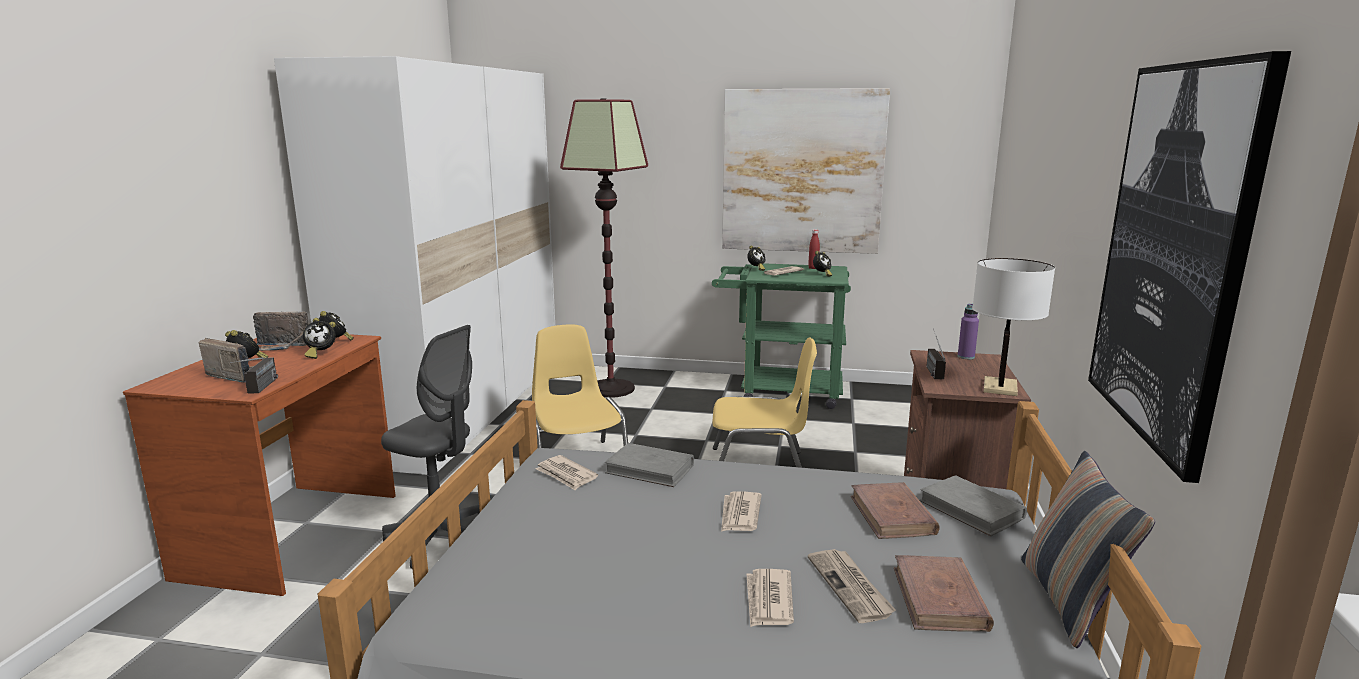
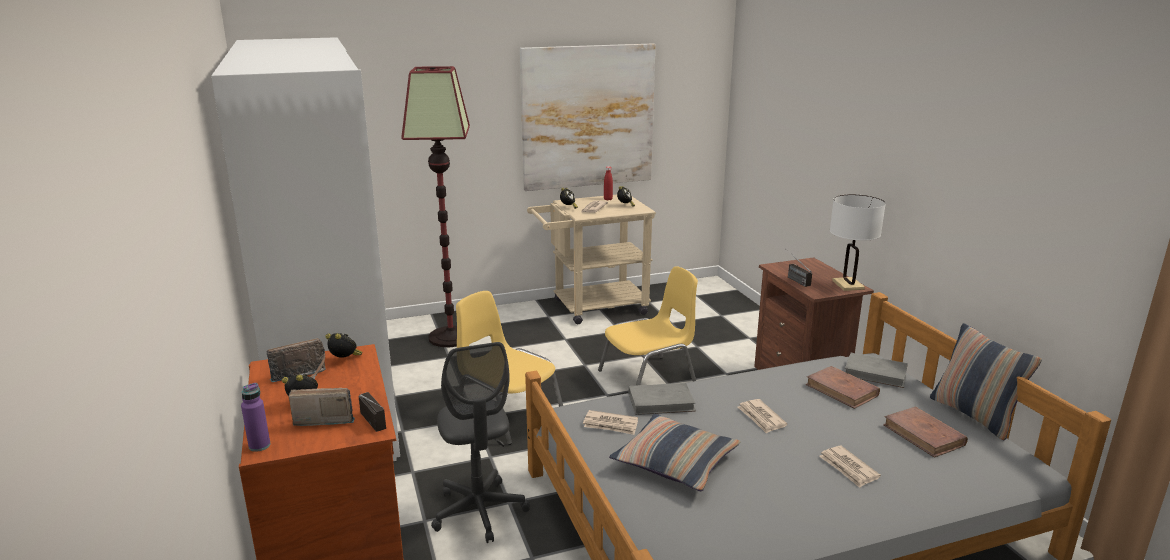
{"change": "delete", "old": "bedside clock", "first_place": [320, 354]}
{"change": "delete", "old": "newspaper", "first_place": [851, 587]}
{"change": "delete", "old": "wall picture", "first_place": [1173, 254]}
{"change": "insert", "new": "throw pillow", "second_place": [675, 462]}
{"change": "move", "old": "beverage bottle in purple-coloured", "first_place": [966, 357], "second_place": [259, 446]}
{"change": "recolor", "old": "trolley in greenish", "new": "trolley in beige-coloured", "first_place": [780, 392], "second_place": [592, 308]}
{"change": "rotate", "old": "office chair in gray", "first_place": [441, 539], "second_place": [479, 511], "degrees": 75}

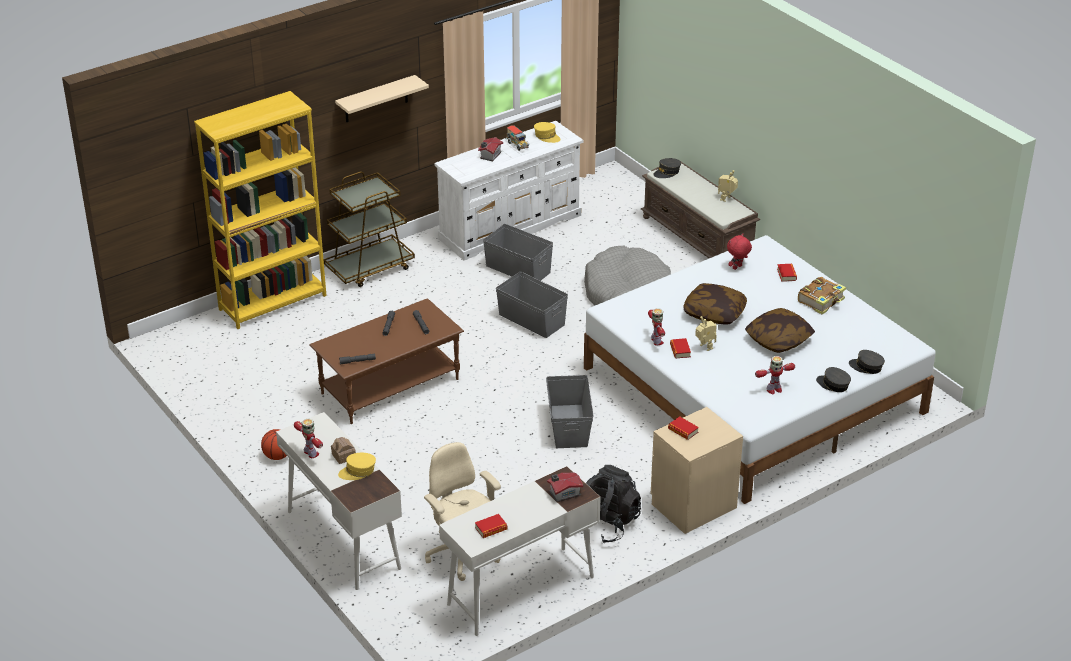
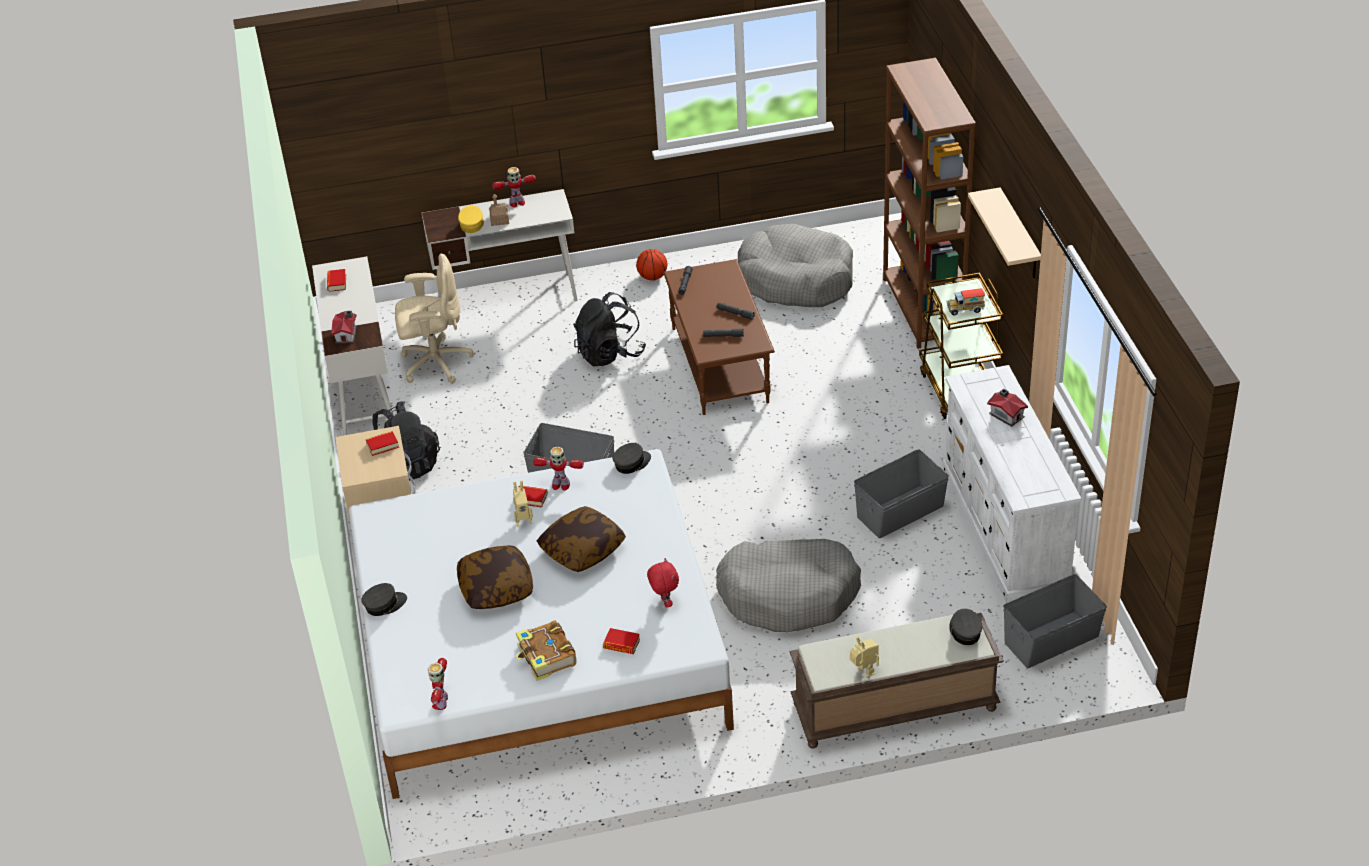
{"change": "delete", "old": "baseball cap in yellow", "first_place": [547, 136]}
{"change": "insert", "new": "knapsack in black-coloured", "second_place": [610, 353]}
{"change": "insert", "new": "pet bed in gray", "second_place": [795, 280]}
{"change": "move", "old": "storage box in gray", "first_place": [531, 320], "second_place": [1050, 639]}
{"change": "move", "old": "toy lorry", "first_place": [517, 145], "second_place": [965, 310]}
{"change": "move", "old": "toy robot", "first_place": [773, 390], "second_place": [441, 702]}
{"change": "move", "old": "baseball cap in gray", "first_place": [866, 367], "second_place": [632, 463]}
{"change": "recolor", "old": "shelving unit in yellow", "new": "shelving unit in brownish", "first_place": [273, 302], "second_place": [923, 309]}

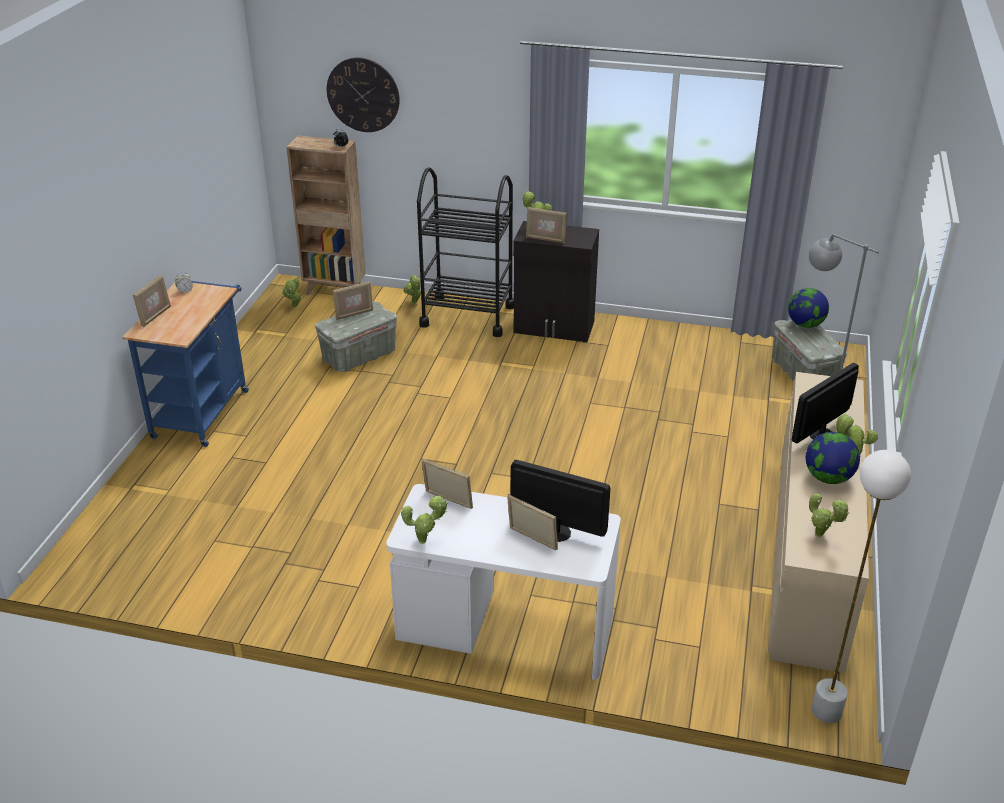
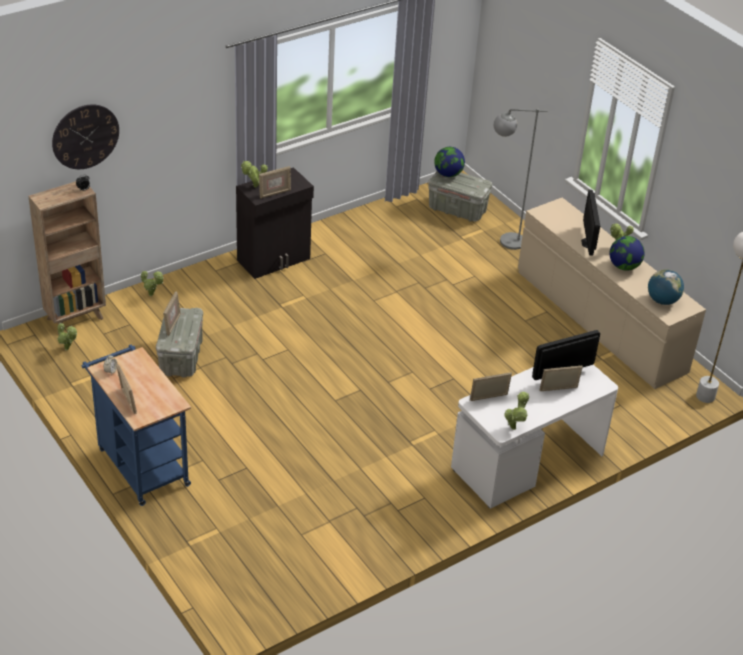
{"change": "delete", "old": "trolley in black-coloured", "first_place": [467, 316]}
{"change": "replace", "old": "potted plant", "new": "world globe", "first_place": [821, 536], "second_place": [662, 300]}

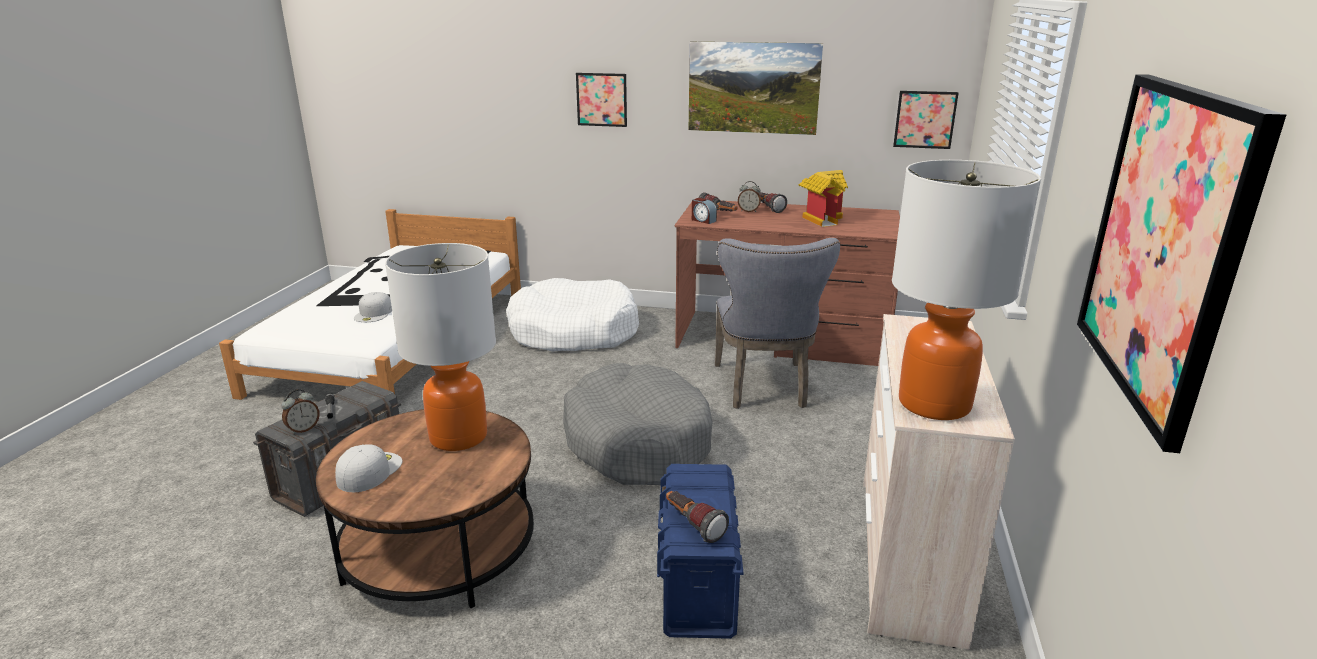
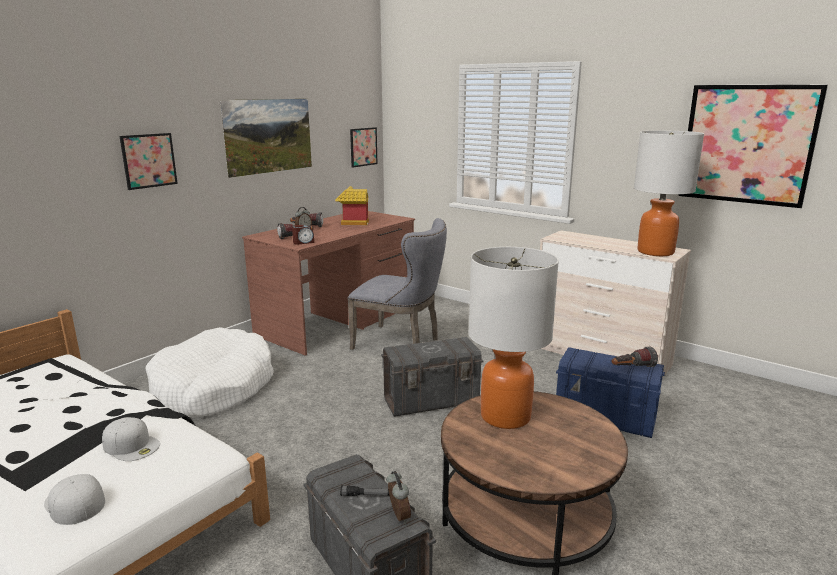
{"change": "move", "old": "baseball cap in white", "first_place": [369, 471], "second_place": [74, 503]}
{"change": "replace", "old": "pet bed in gray", "new": "storage box in gray", "first_place": [637, 441], "second_place": [431, 401]}

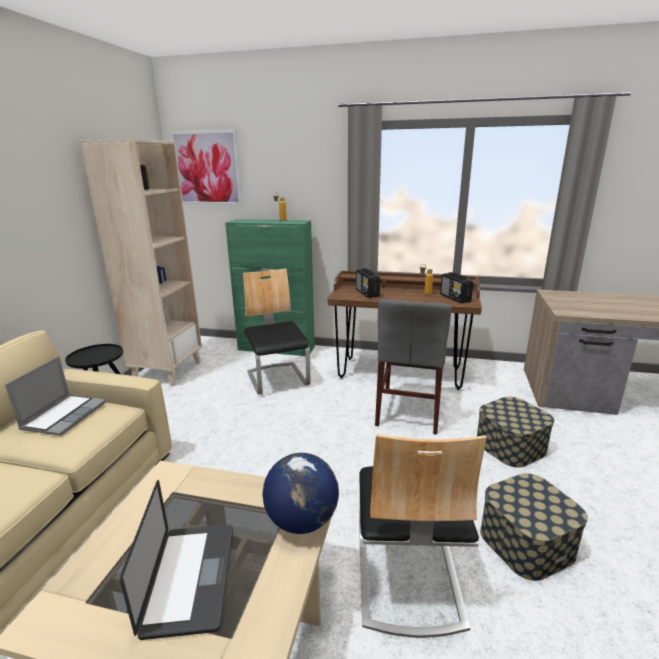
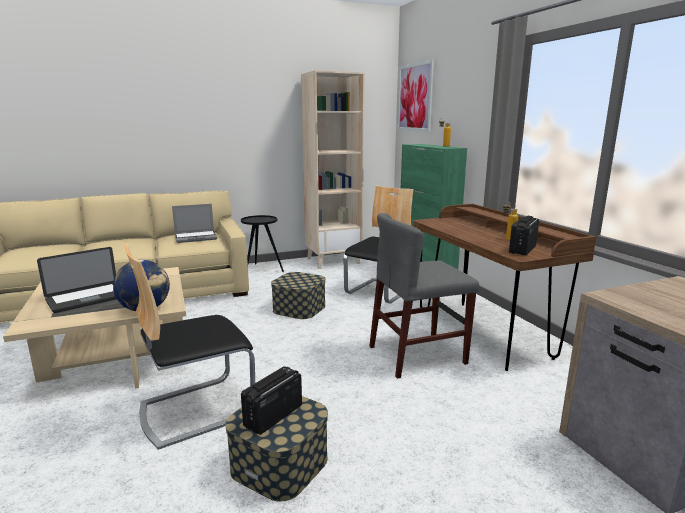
{"change": "move", "old": "radio receiver", "first_place": [367, 293], "second_place": [273, 416]}
{"change": "move", "old": "storage box", "first_place": [510, 445], "second_place": [299, 308]}

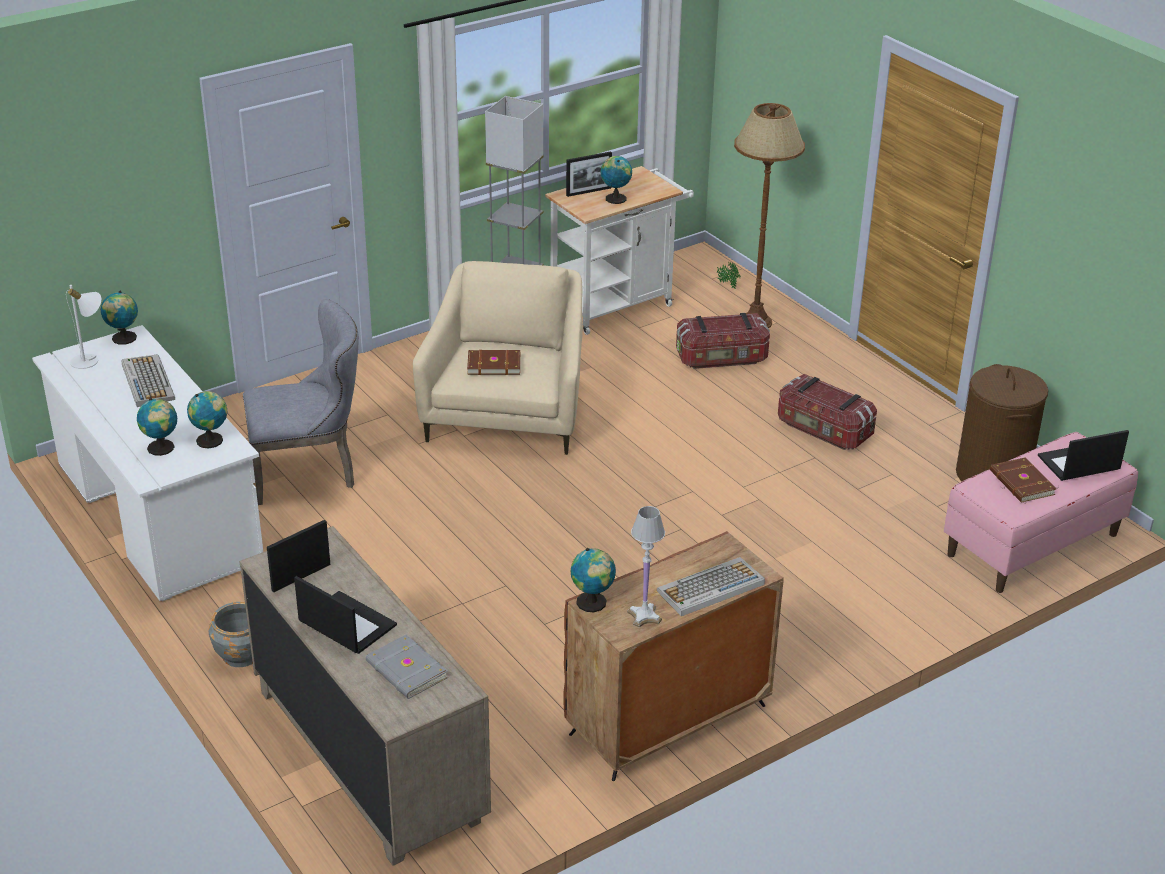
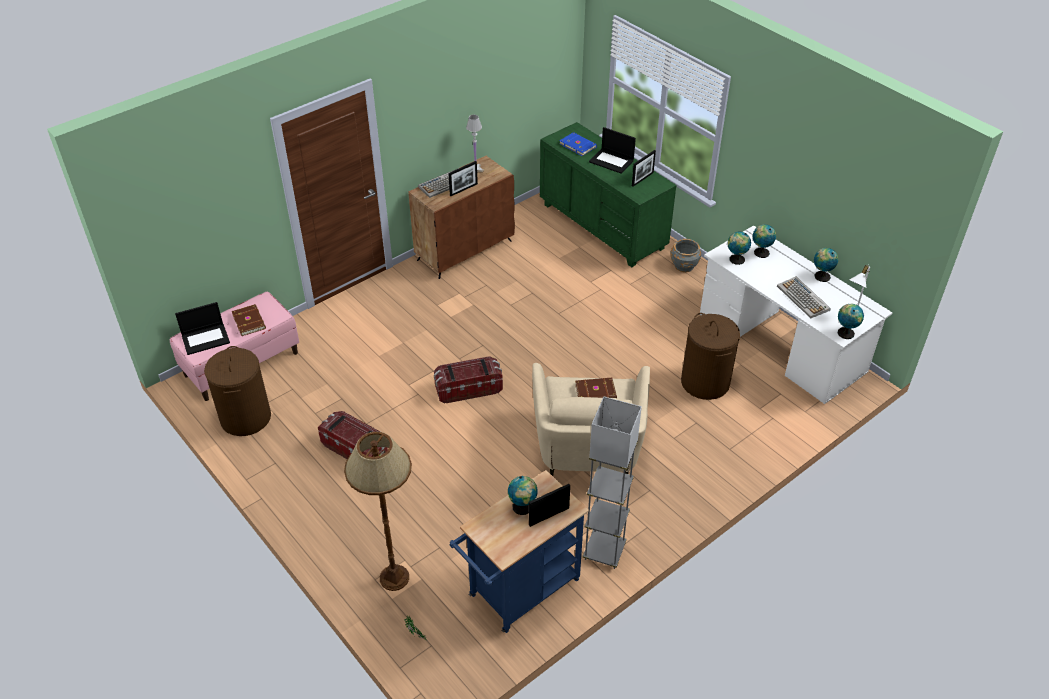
{"change": "insert", "new": "standing frame", "second_place": [463, 189]}
{"change": "move", "old": "world globe", "first_place": [593, 603], "second_place": [821, 276]}
{"change": "move", "old": "storage box", "first_place": [722, 358], "second_place": [468, 389]}
{"change": "replace", "old": "chair in gray", "new": "washing basket in brownish", "first_place": [310, 471], "second_place": [705, 382]}
{"change": "recolor", "old": "chest of drawers in beige-coloured", "new": "chest of drawers in greenish", "first_place": [368, 754], "second_place": [602, 226]}
{"change": "recolor", "old": "volume in gray", "new": "volume in blue-coloured", "first_place": [406, 671], "second_place": [578, 145]}
{"change": "recolor", "old": "trolley in white", "new": "trolley in blue-coloured", "first_place": [617, 304], "second_place": [519, 592]}

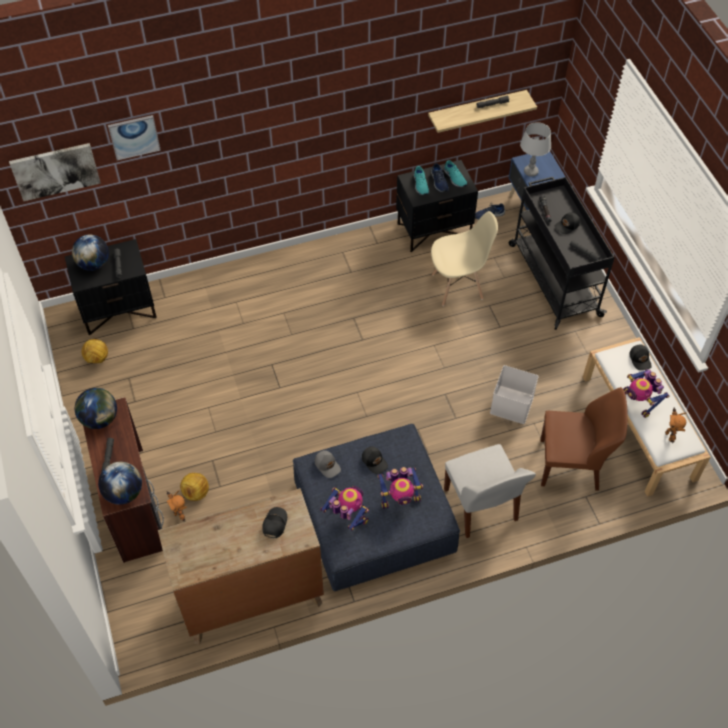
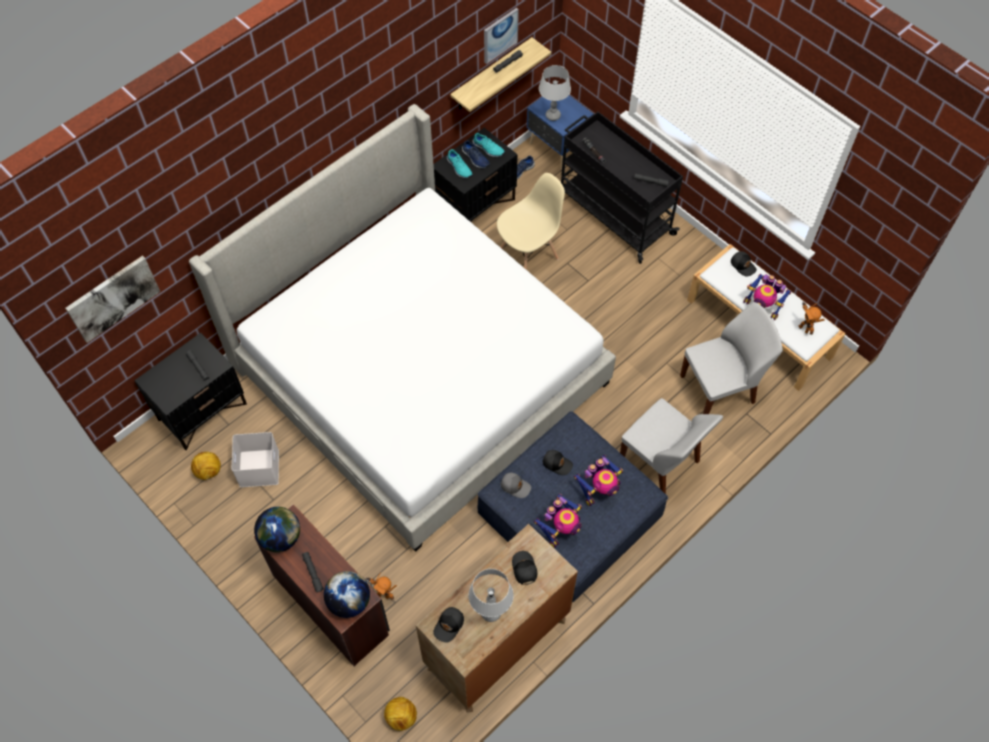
{"change": "delete", "old": "world globe", "first_place": [94, 264]}
{"change": "insert", "new": "sleeping bed", "second_place": [419, 373]}
{"change": "insert", "new": "lamp for a table in gray", "second_place": [491, 612]}
{"change": "move", "old": "wall picture", "first_place": [134, 137], "second_place": [500, 35]}
{"change": "move", "old": "football ball", "first_place": [196, 493], "second_place": [401, 717]}
{"change": "move", "old": "storage box in white", "first_place": [512, 405], "second_place": [260, 468]}
{"change": "move", "old": "baseball cap in black-coloured", "first_place": [567, 226], "second_place": [449, 625]}
{"change": "recolor", "old": "chair in brownish", "new": "chair in white", "first_place": [571, 465], "second_place": [719, 388]}
{"change": "rotate", "old": "toy robot", "first_place": [347, 517], "second_place": [560, 528], "degrees": 120}

